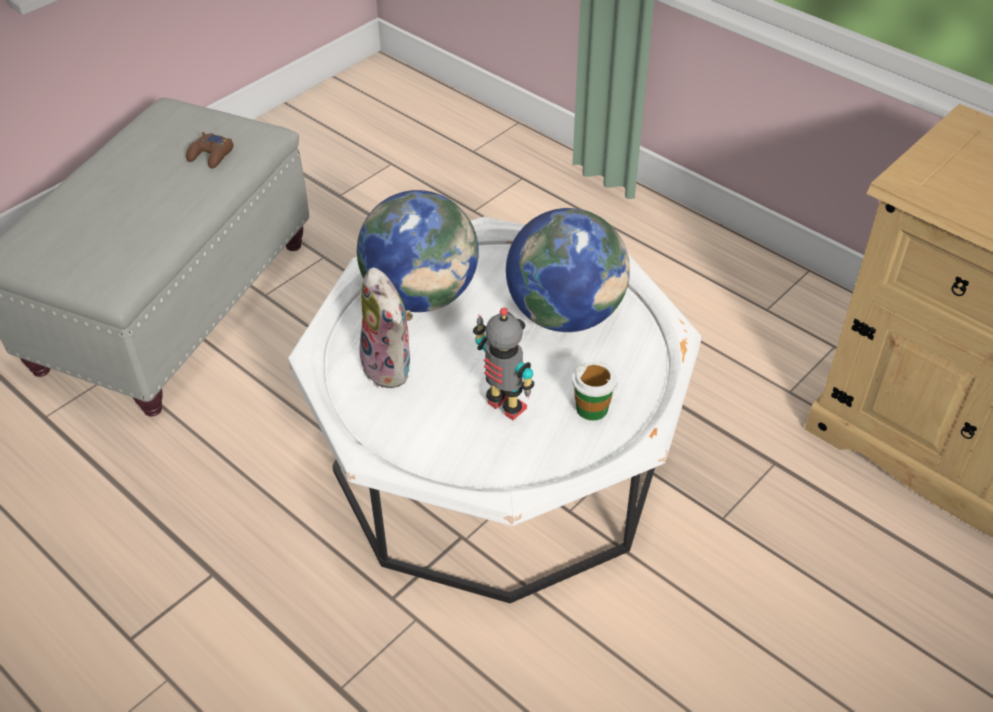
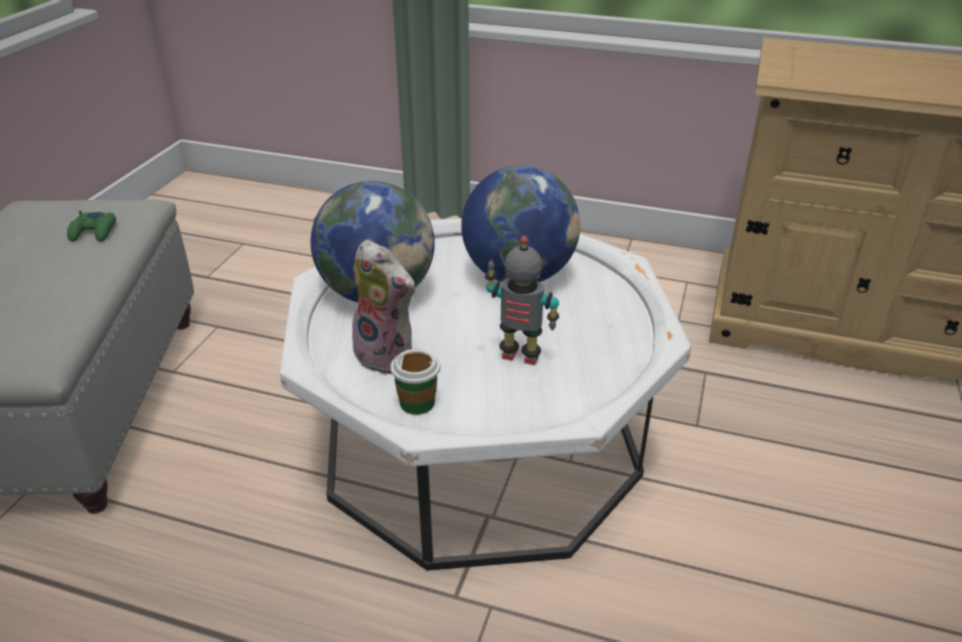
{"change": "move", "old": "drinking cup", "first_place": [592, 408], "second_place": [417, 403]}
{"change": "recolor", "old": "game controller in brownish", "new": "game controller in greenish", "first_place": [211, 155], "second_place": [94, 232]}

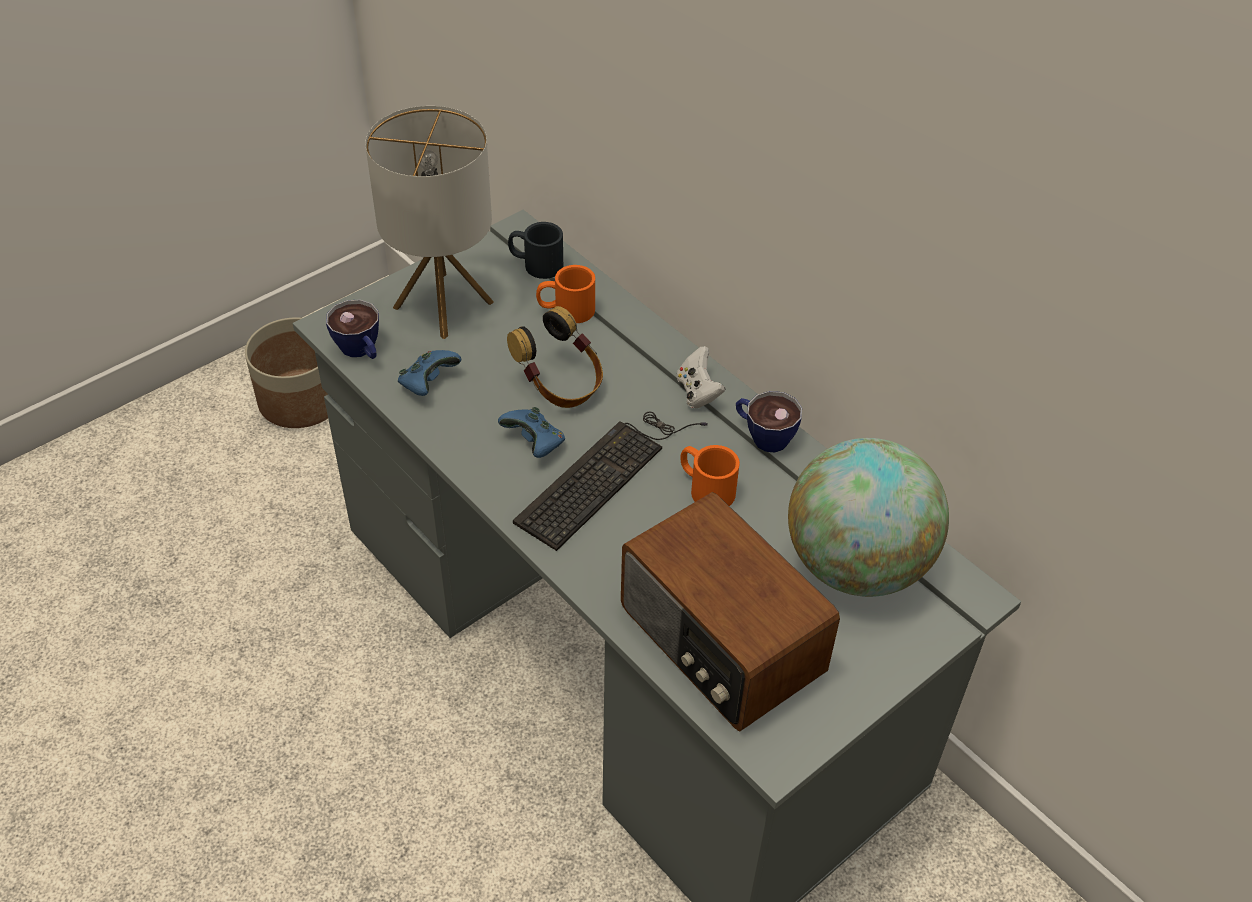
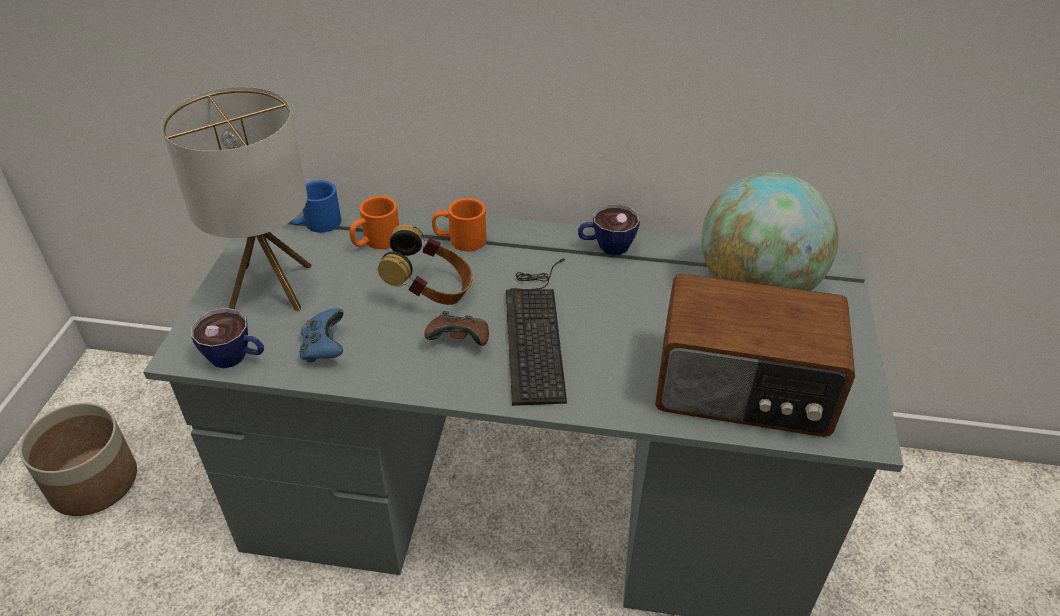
{"change": "delete", "old": "game controller in white", "first_place": [698, 392]}
{"change": "move", "old": "tea mug in orange-coloured", "first_place": [705, 488], "second_place": [460, 240]}
{"change": "recolor", "old": "game controller in blue-coloured", "new": "game controller in brownish", "first_place": [535, 443], "second_place": [460, 341]}
{"change": "recolor", "old": "tea mug in black-coloured", "new": "tea mug in blue-coloured", "first_place": [535, 264], "second_place": [315, 223]}

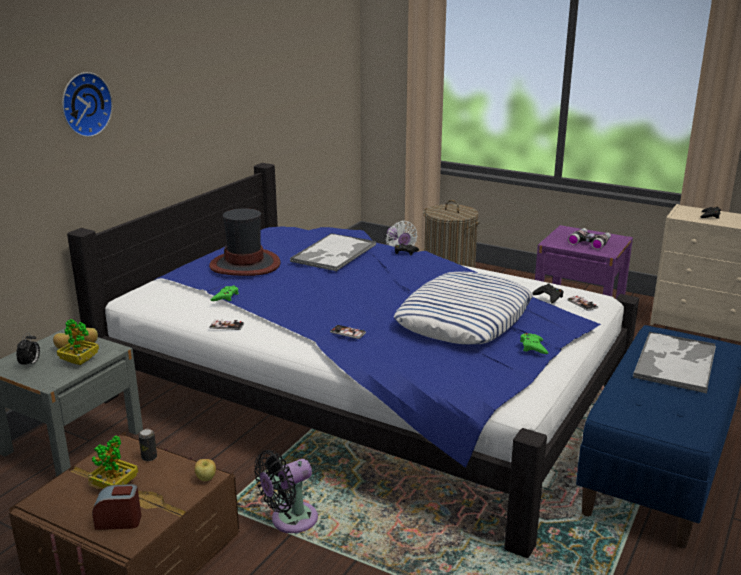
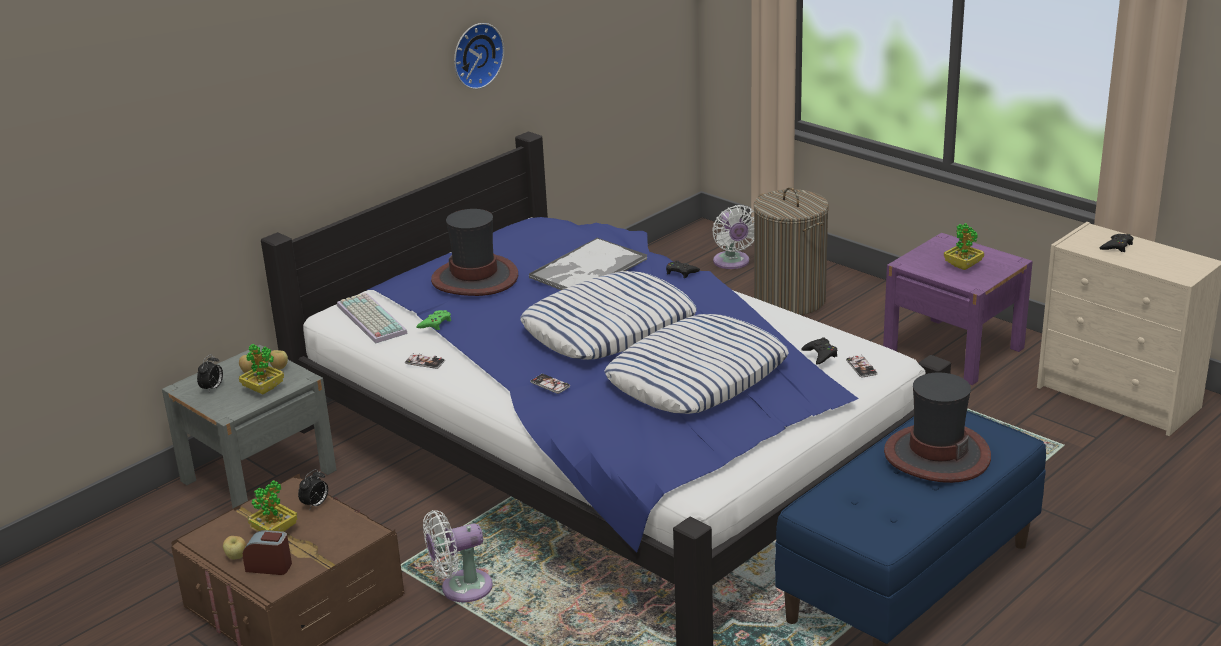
{"change": "delete", "old": "game controller in greenish", "first_place": [533, 347]}
{"change": "insert", "new": "keyboard", "second_place": [369, 319]}
{"change": "insert", "new": "throw pillow", "second_place": [609, 327]}
{"change": "move", "old": "hanging clock", "first_place": [84, 104], "second_place": [475, 55]}
{"change": "move", "old": "apple", "first_place": [206, 479], "second_place": [236, 557]}
{"change": "replace", "old": "metal can", "new": "bedside clock", "first_place": [149, 457], "second_place": [315, 505]}
{"change": "replace", "old": "field glasses", "new": "potted plant", "first_place": [590, 242], "second_place": [963, 266]}
{"change": "replace", "old": "serving tray", "new": "hat", "first_place": [675, 362], "second_place": [936, 455]}
{"change": "recolor", "old": "fan in black-coloured", "new": "fan in white", "first_place": [289, 520], "second_place": [461, 588]}

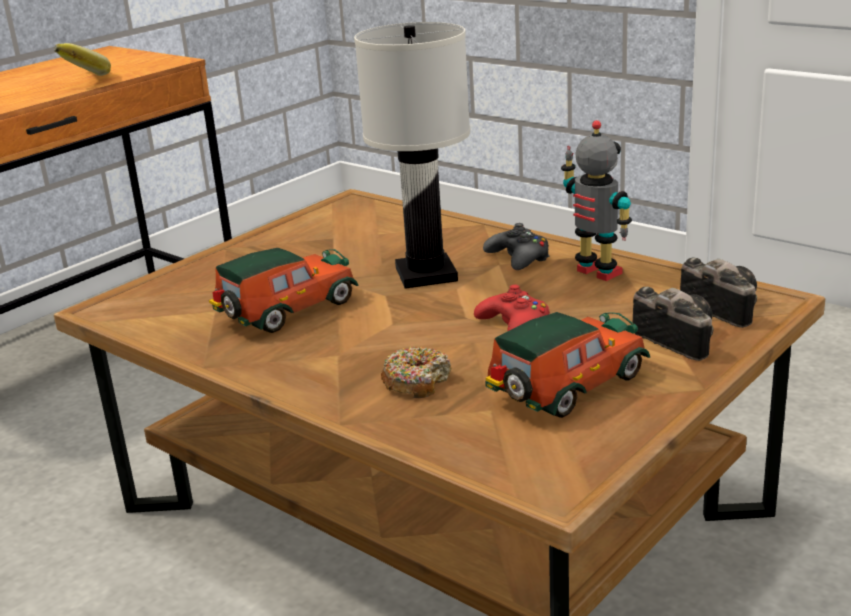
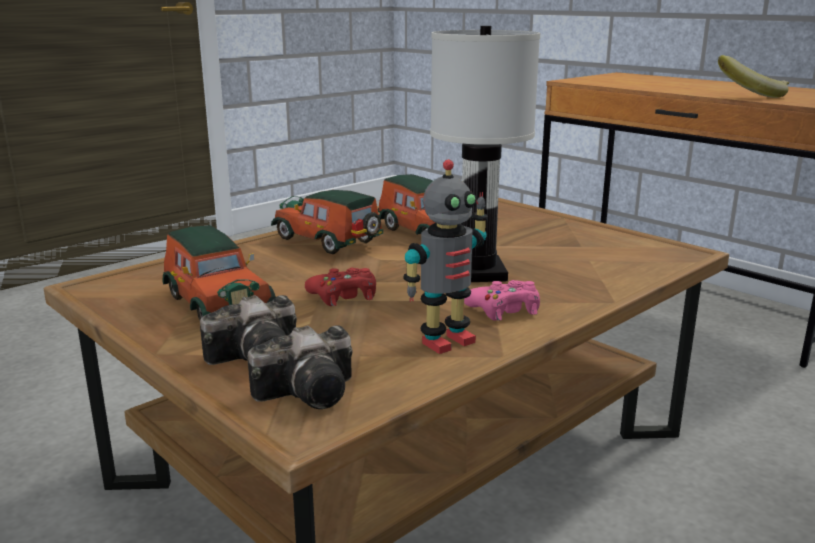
{"change": "delete", "old": "doughnut", "first_place": [416, 382]}
{"change": "insert", "new": "toy car", "second_place": [329, 242]}
{"change": "recolor", "old": "game controller in black-coloured", "new": "game controller in pink-coloured", "first_place": [518, 258], "second_place": [504, 309]}

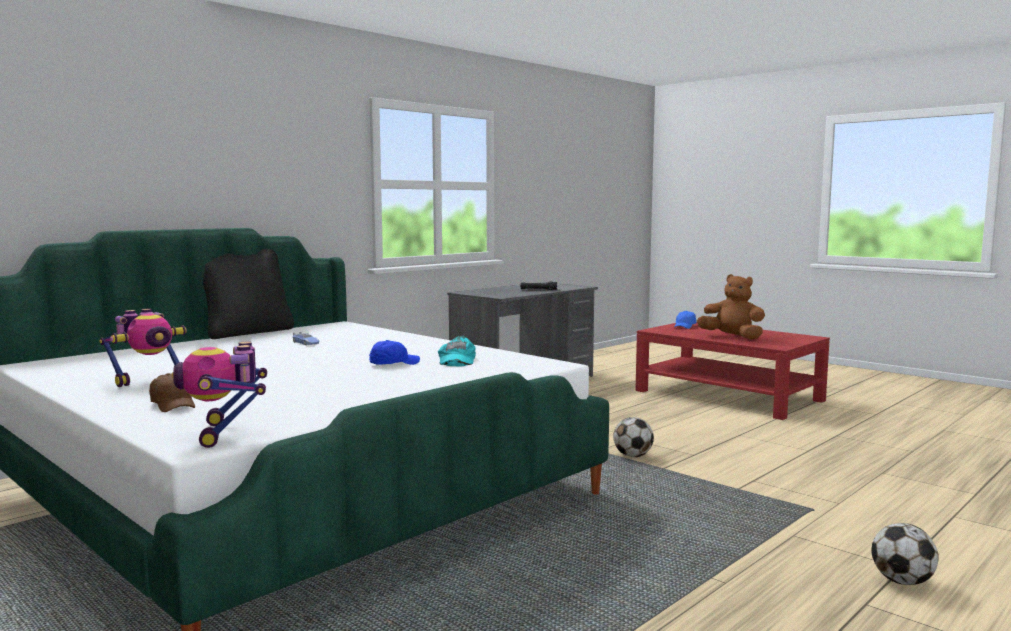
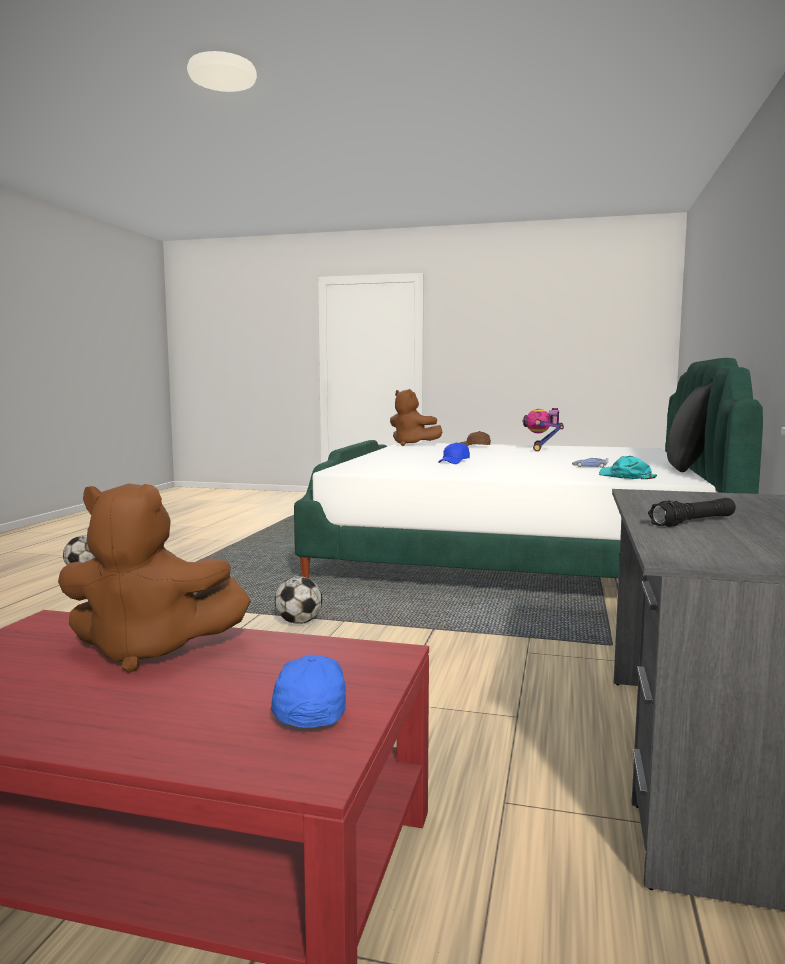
{"change": "move", "old": "baseball cap in blue-green", "first_place": [456, 360], "second_place": [625, 476]}
{"change": "replace", "old": "toy robot", "new": "plush toy in brownish", "first_place": [225, 434], "second_place": [412, 445]}

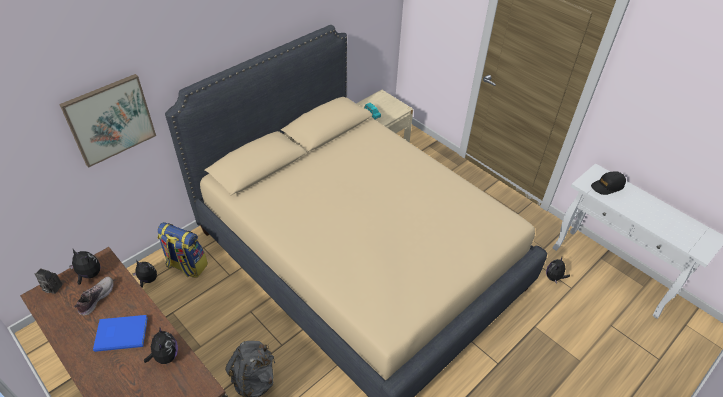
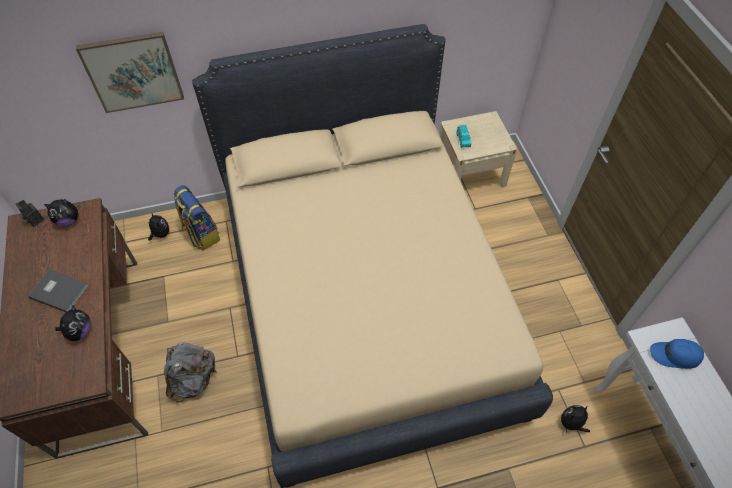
{"change": "delete", "old": "shoe", "first_place": [96, 298]}
{"change": "recolor", "old": "volume in blue-coloured", "new": "volume in gray", "first_place": [121, 333], "second_place": [59, 290]}
{"change": "recolor", "old": "baseball cap in black-coloured", "new": "baseball cap in blue-coloured", "first_place": [607, 186], "second_place": [674, 355]}
{"change": "rotate", "old": "plush toy", "first_place": [89, 275], "second_place": [68, 220], "degrees": 105}

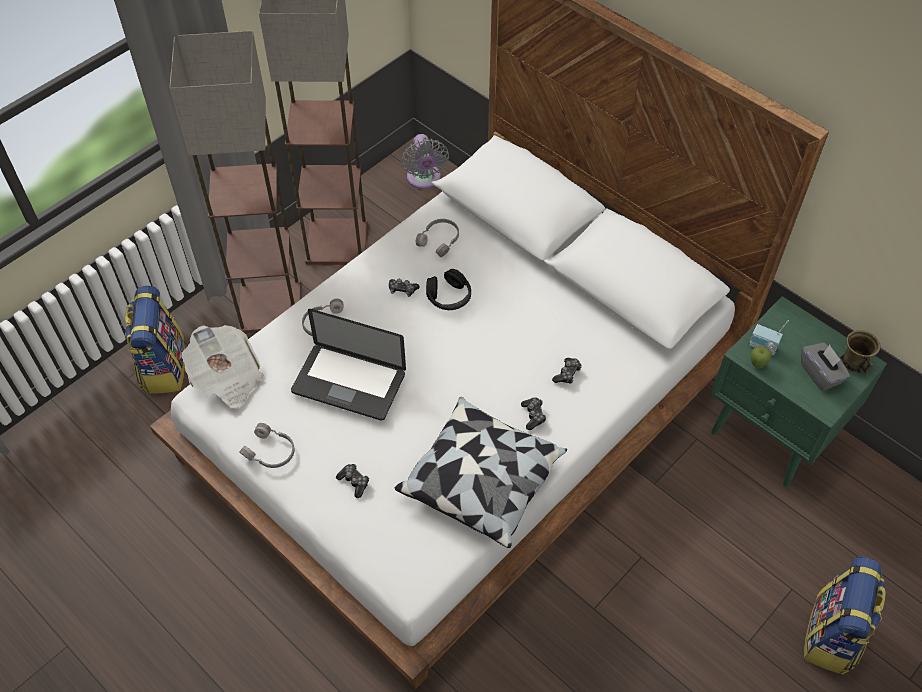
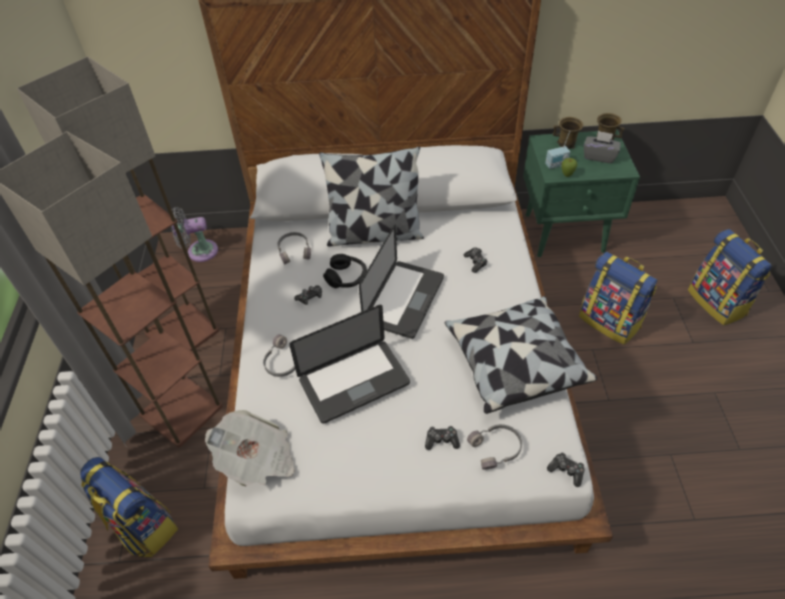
{"change": "insert", "new": "throw pillow", "second_place": [374, 234]}
{"change": "insert", "new": "notebook computer", "second_place": [404, 300]}
{"change": "insert", "new": "tea mug in brownish", "second_place": [566, 144]}
{"change": "insert", "new": "knapsack", "second_place": [610, 321]}
{"change": "move", "old": "headphones in gray", "first_place": [270, 452], "second_place": [496, 449]}
{"change": "move", "old": "game controller", "first_place": [533, 415], "second_place": [566, 471]}
{"change": "rotate", "old": "fan in gray", "first_place": [424, 179], "second_place": [199, 251], "degrees": 135}

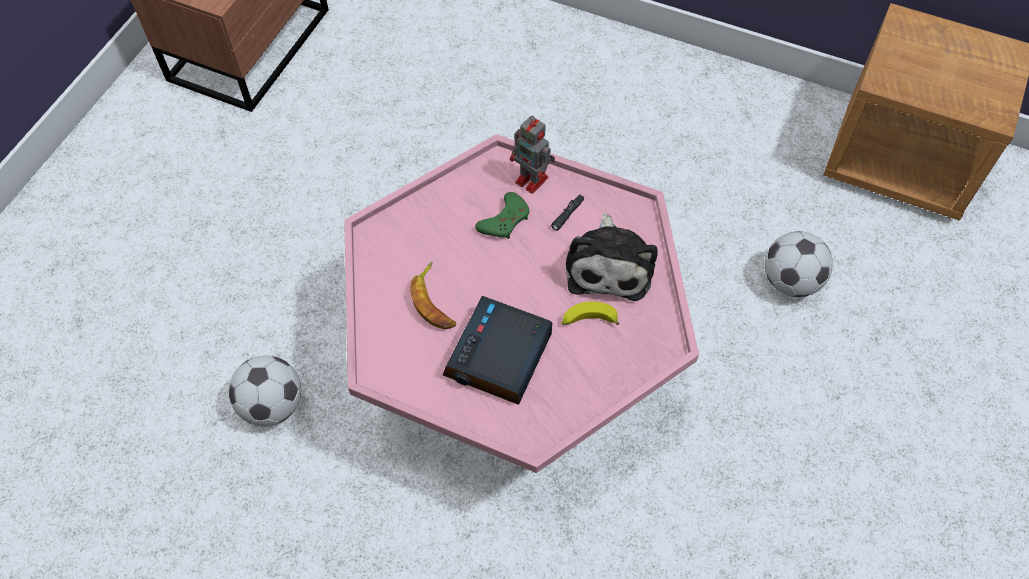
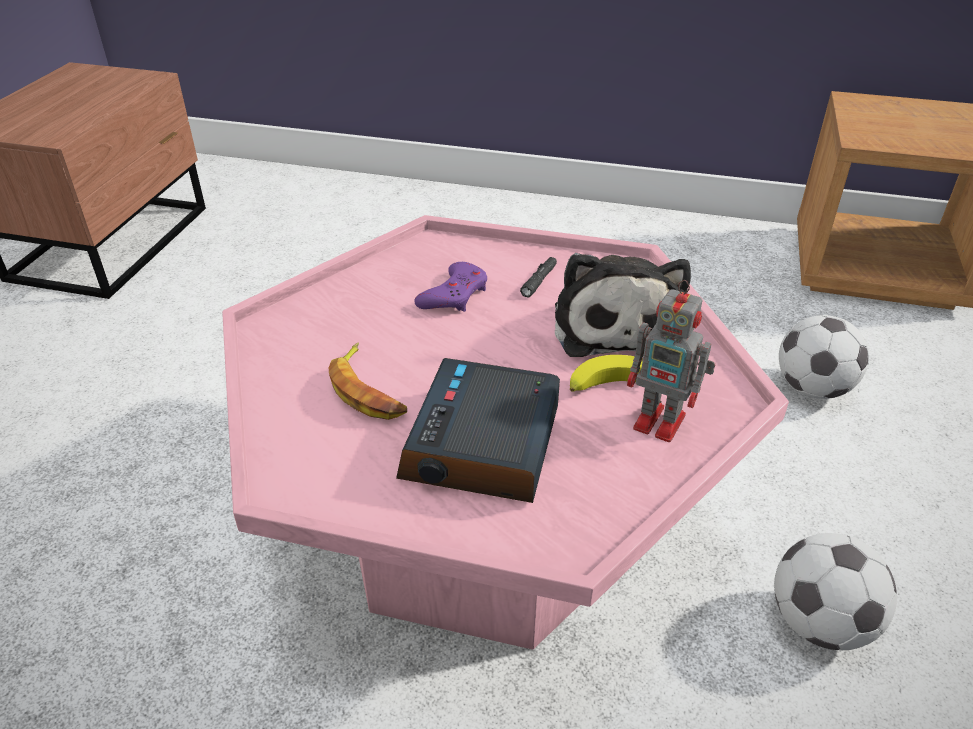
{"change": "move", "old": "football ball", "first_place": [272, 405], "second_place": [819, 623]}
{"change": "move", "old": "toy robot", "first_place": [533, 180], "second_place": [662, 422]}
{"change": "recolor", "old": "game controller in greenish", "new": "game controller in purple-coloured", "first_place": [505, 220], "second_place": [454, 295]}

